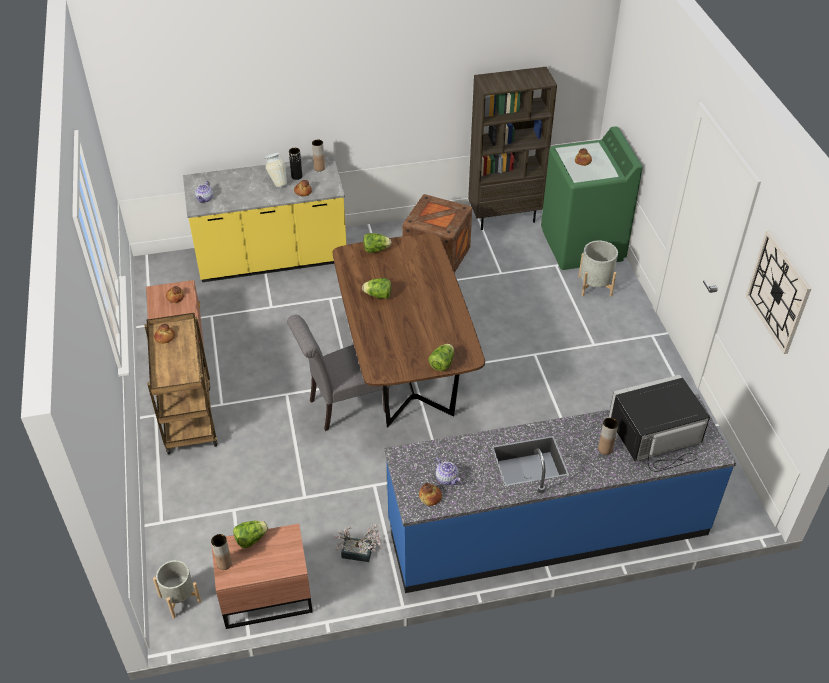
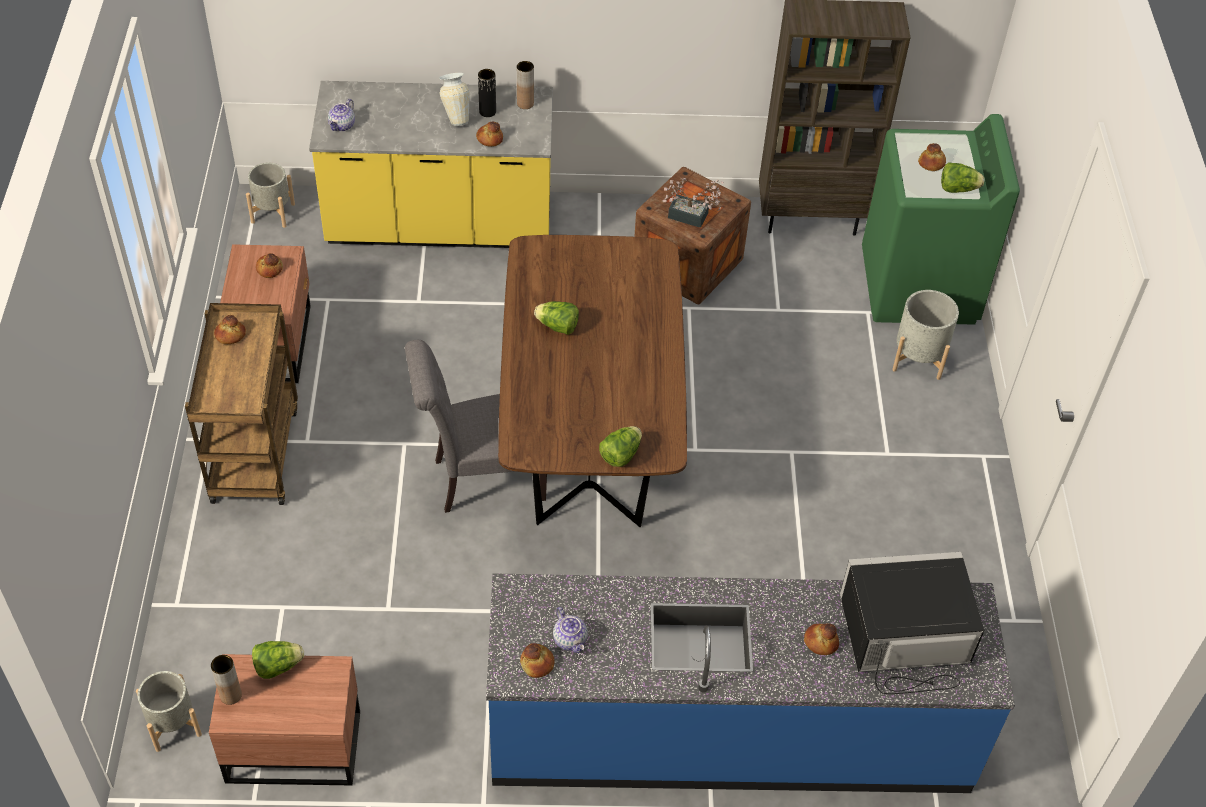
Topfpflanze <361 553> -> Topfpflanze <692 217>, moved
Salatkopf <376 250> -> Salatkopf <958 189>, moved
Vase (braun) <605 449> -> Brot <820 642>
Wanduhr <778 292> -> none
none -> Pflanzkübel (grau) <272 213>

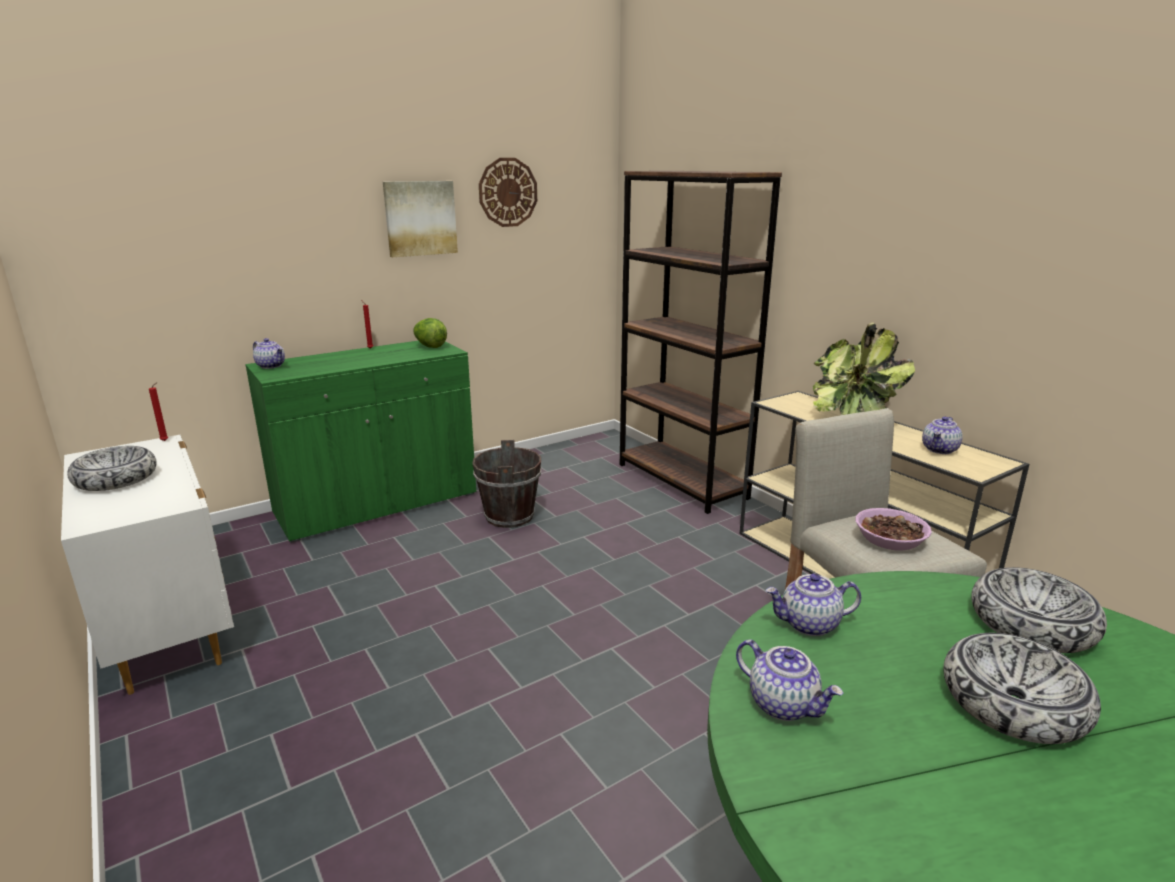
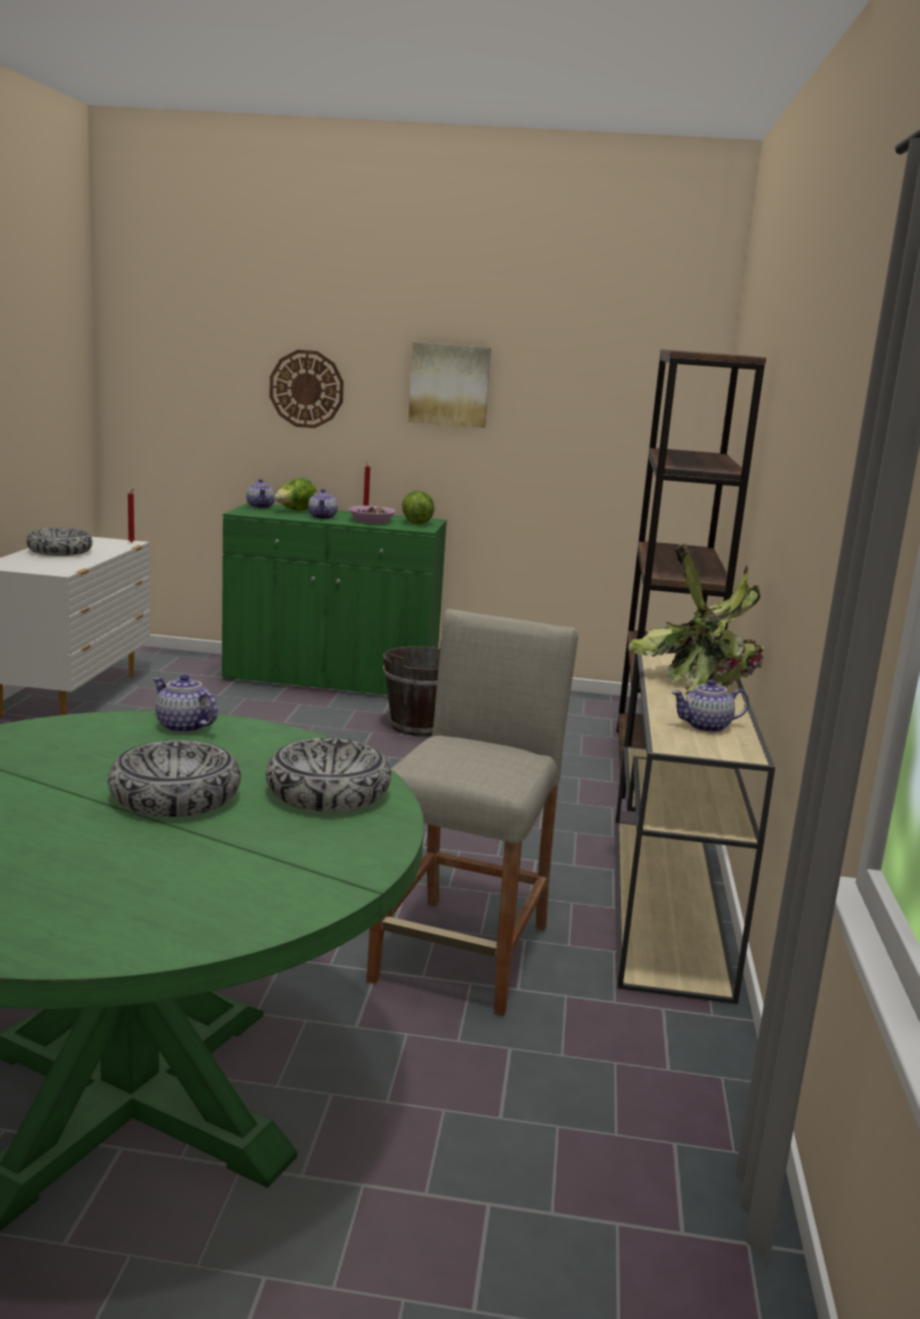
Wanduhr <508 192> -> Wanduhr <306 389>, moved
Teekanne <783 704> -> Teekanne <323 517>, moved
Schüssel <889 539> -> Schüssel <372 521>, moved
none -> Salatkopf <295 511>

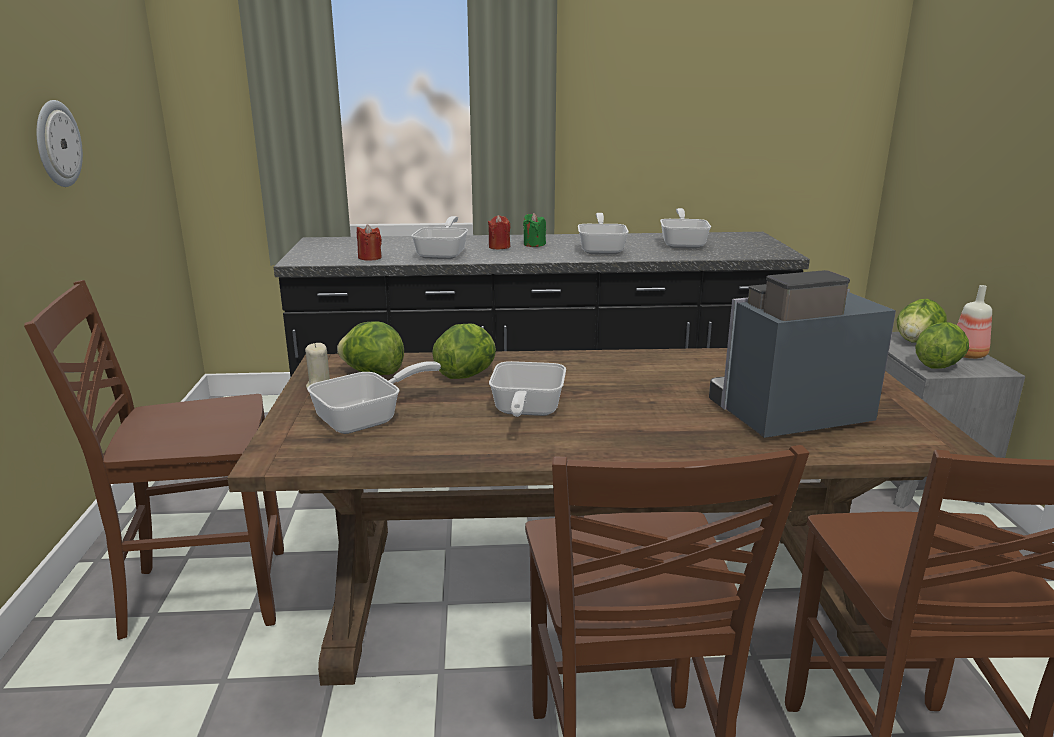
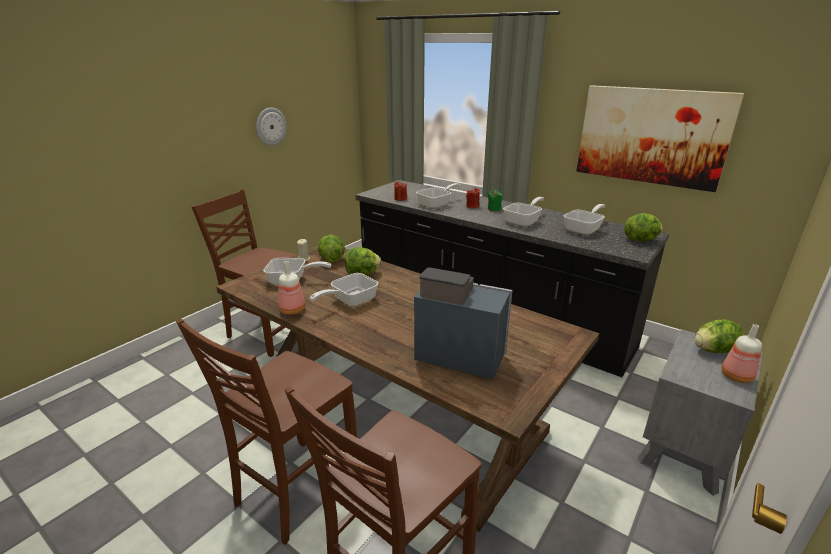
Salatkopf <938 366> -> Salatkopf <641 240>, moved
none -> Flasche <293 310>
none -> Bild <651 136>

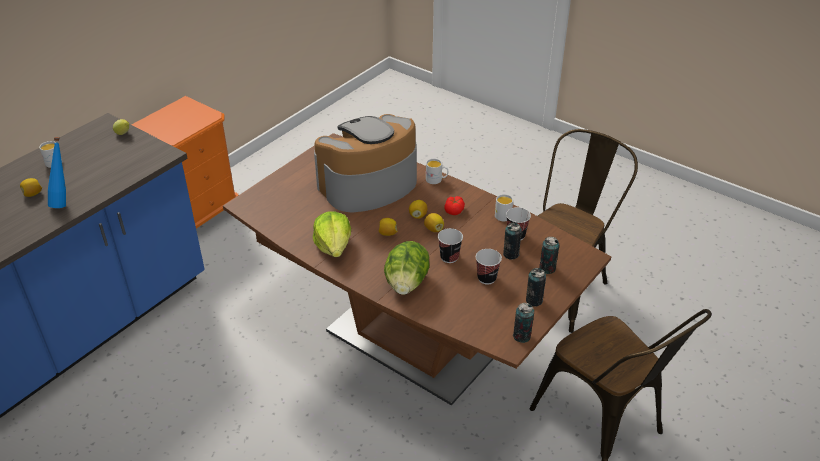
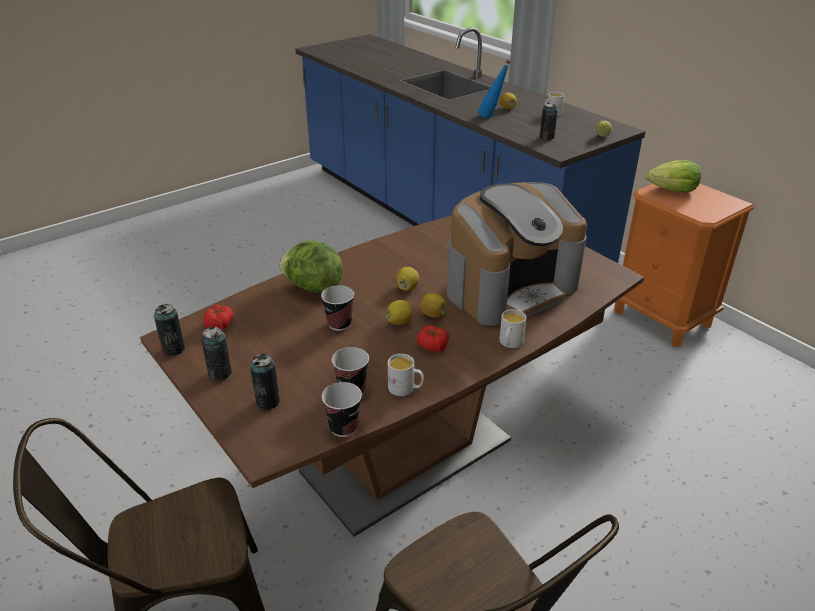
Salatkopf <333 246> -> Salatkopf <673 190>, moved
Kaffeemaschine <368 185> -> Kaffeemaschine <510 287>, 75 degrees clockwise
Tasse <486 278> -> Tasse <343 427>, moved
Dose <511 254> -> Dose <547 137>, moved
none -> Tomate <219 324>

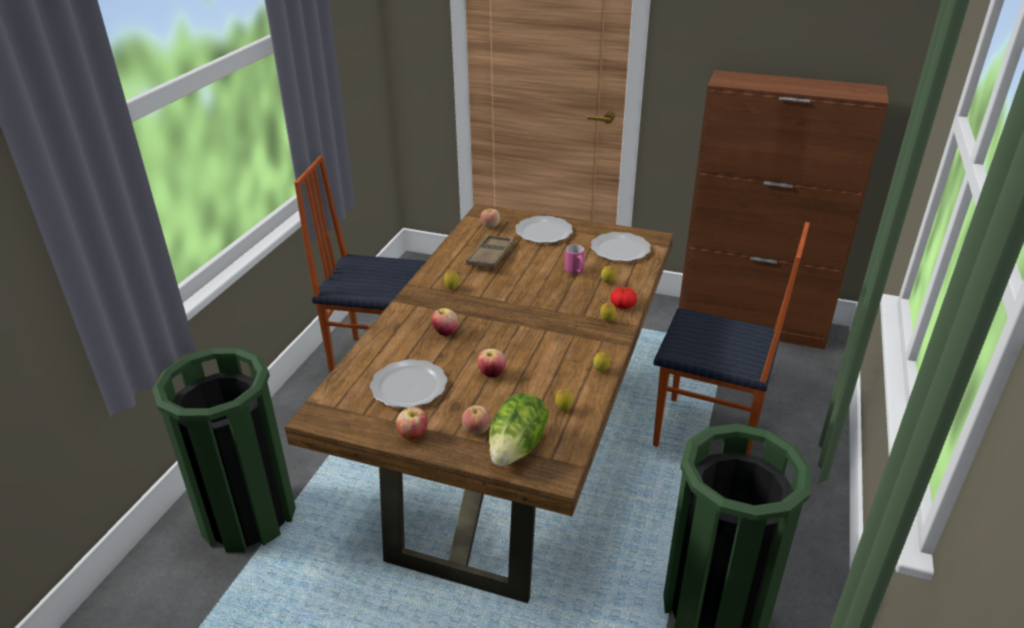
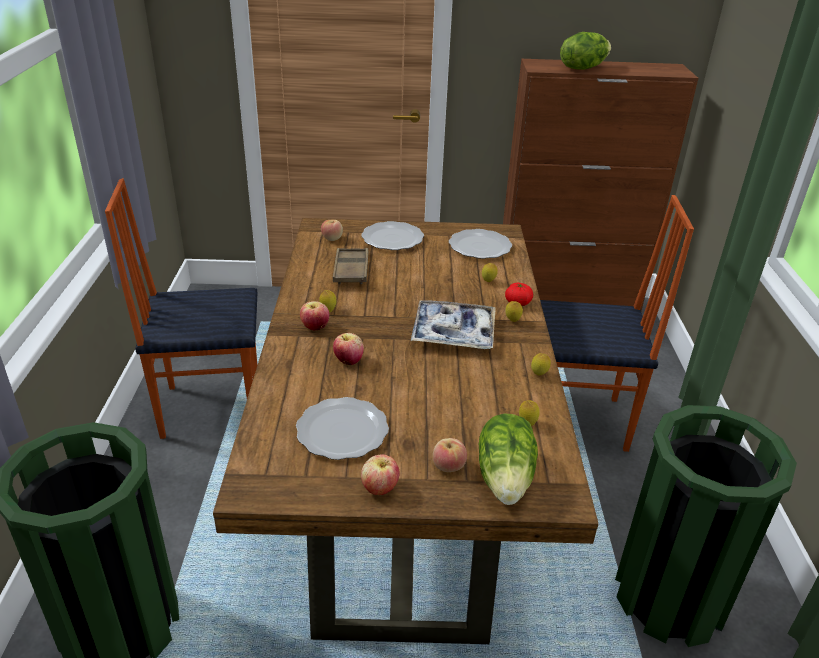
Apfel <491 374> -> Apfel <315 327>, moved
Henkelbecher (rosa) <575 272> -> none
none -> Tablett <453 333>
none -> Salatkopf <582 68>

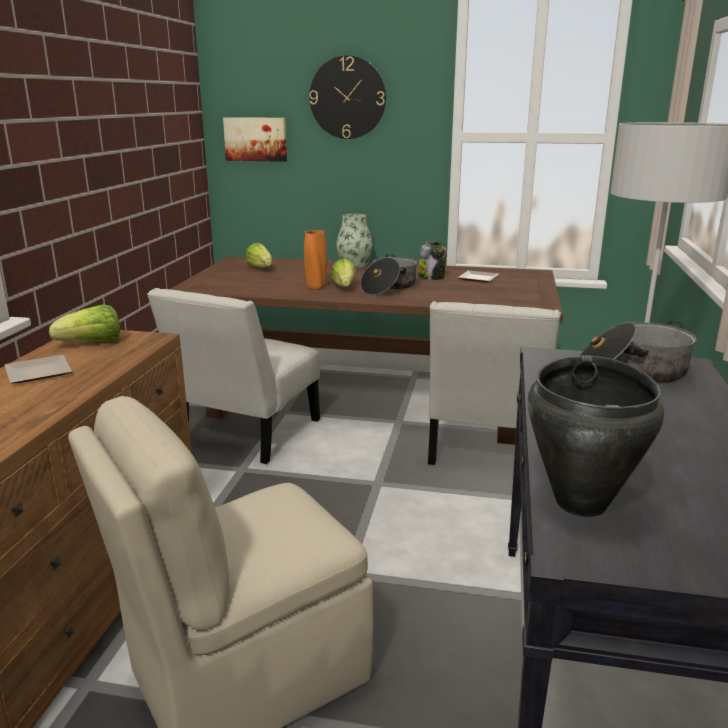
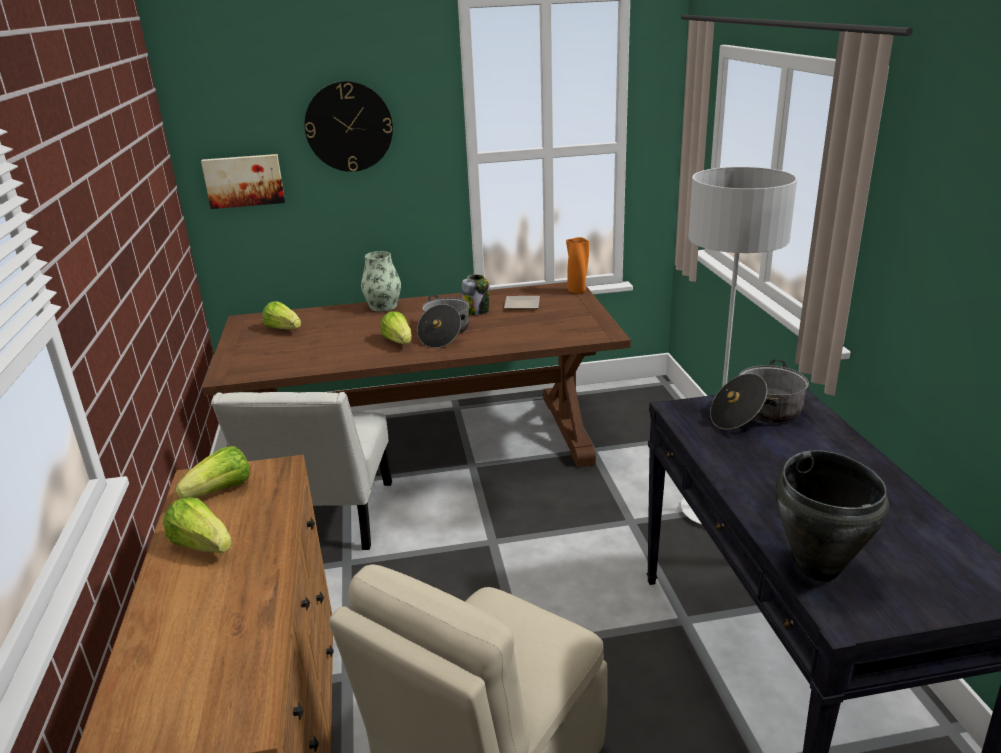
Teller <40 372> -> Salatkopf <202 545>
Vase (orange) <316 287> -> Vase (orange) <577 291>, moved
Stuhl (weiß) <486 449> -> none

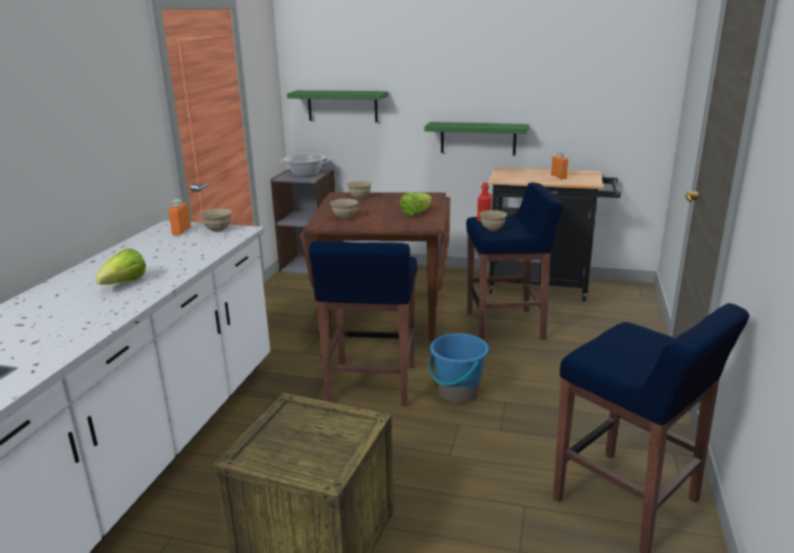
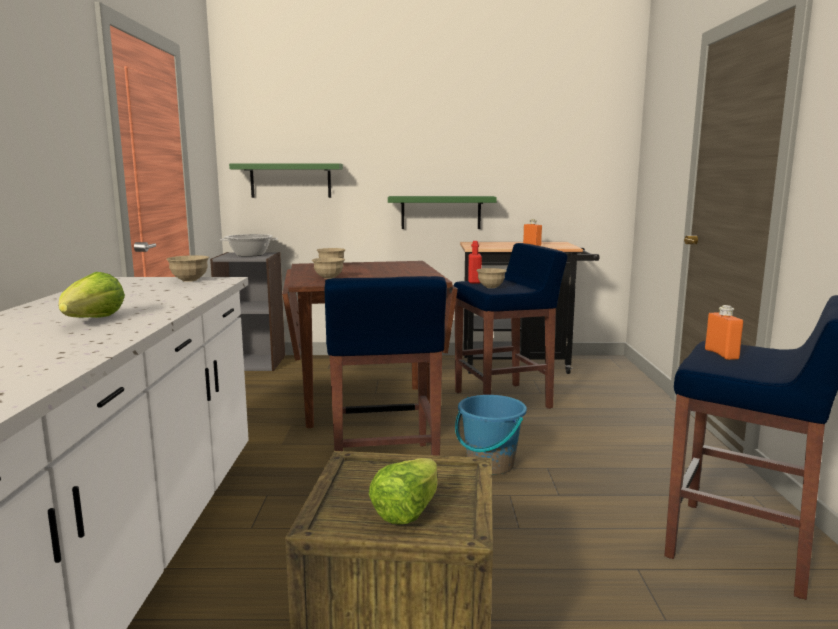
Flasche (orange) <181 231> -> Flasche (orange) <721 354>, moved
Salatkopf <416 213> -> Salatkopf <407 511>, moved

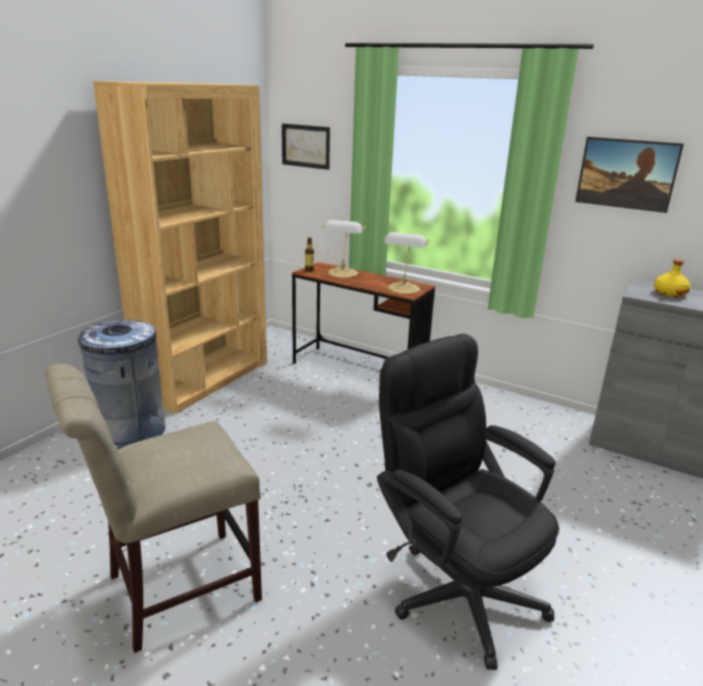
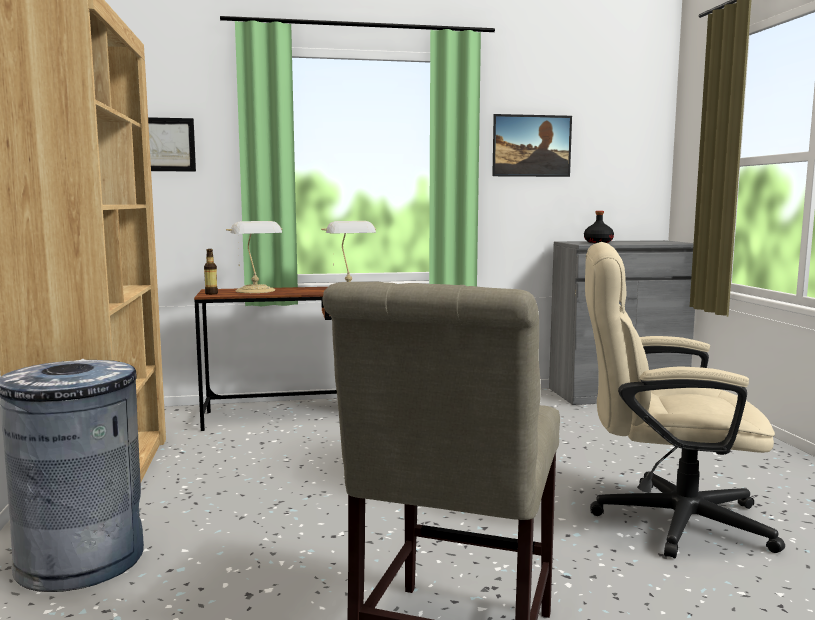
Bürostuhl (schwarz) <455 586> -> Bürostuhl (beige) <663 519>
Flasche (gelb) <669 293> -> Flasche (schwarz) <598 242>

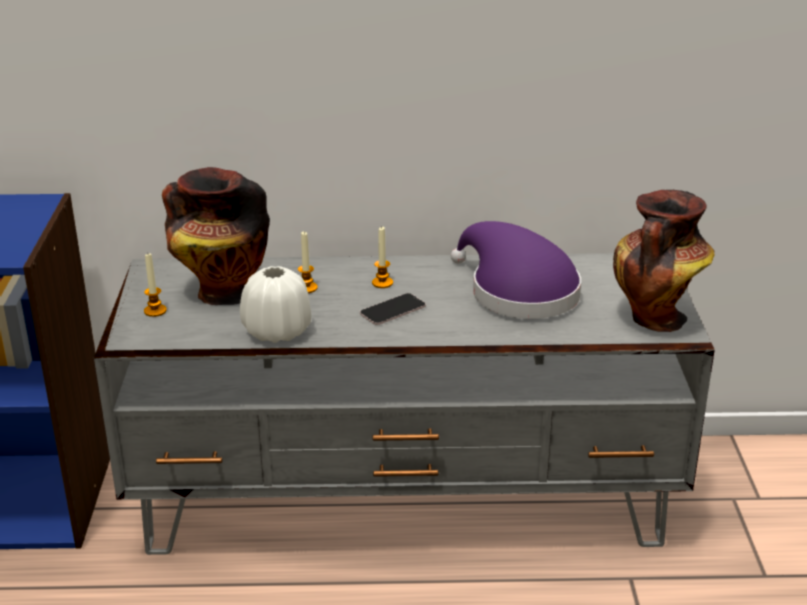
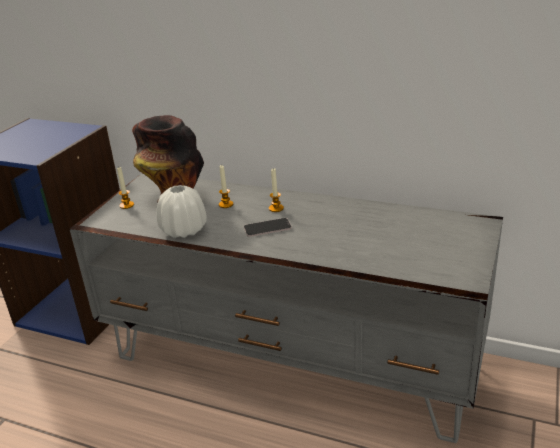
Hut (lila) <517 292> -> none
Vase <656 319> -> none

